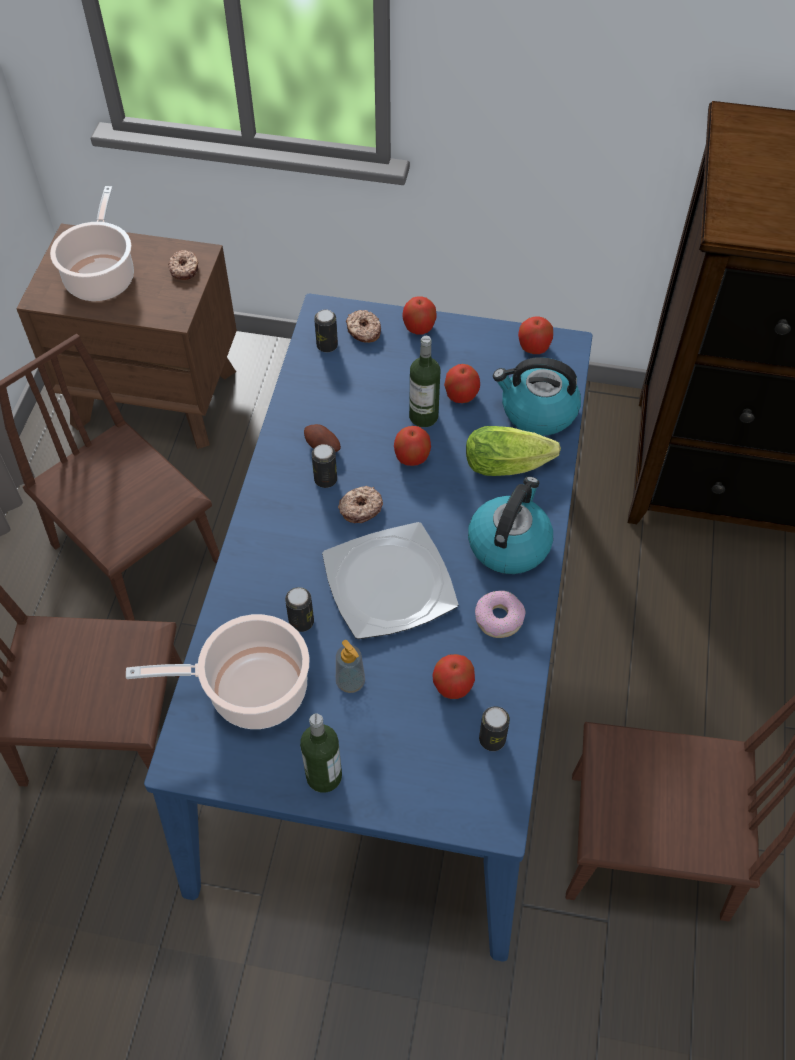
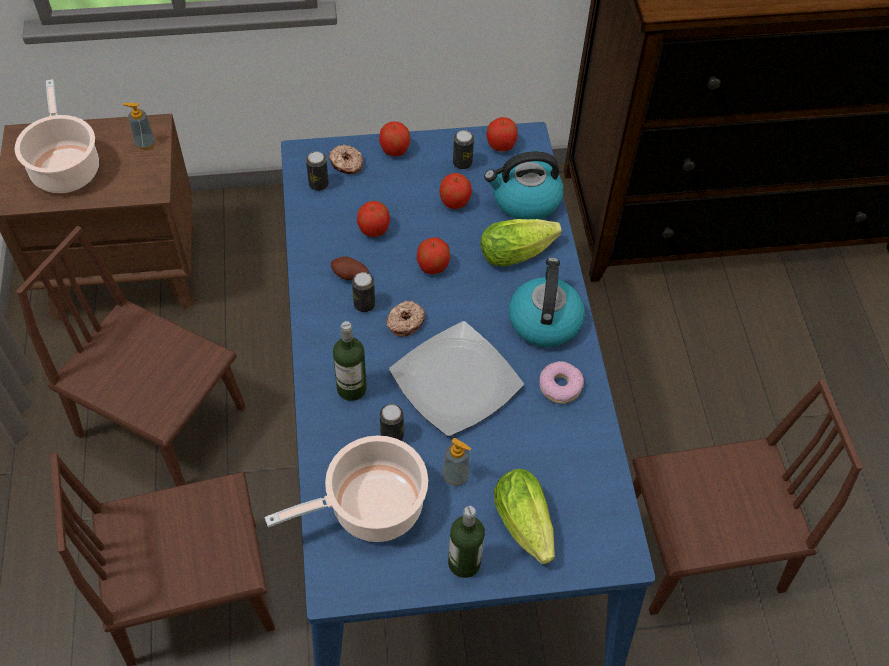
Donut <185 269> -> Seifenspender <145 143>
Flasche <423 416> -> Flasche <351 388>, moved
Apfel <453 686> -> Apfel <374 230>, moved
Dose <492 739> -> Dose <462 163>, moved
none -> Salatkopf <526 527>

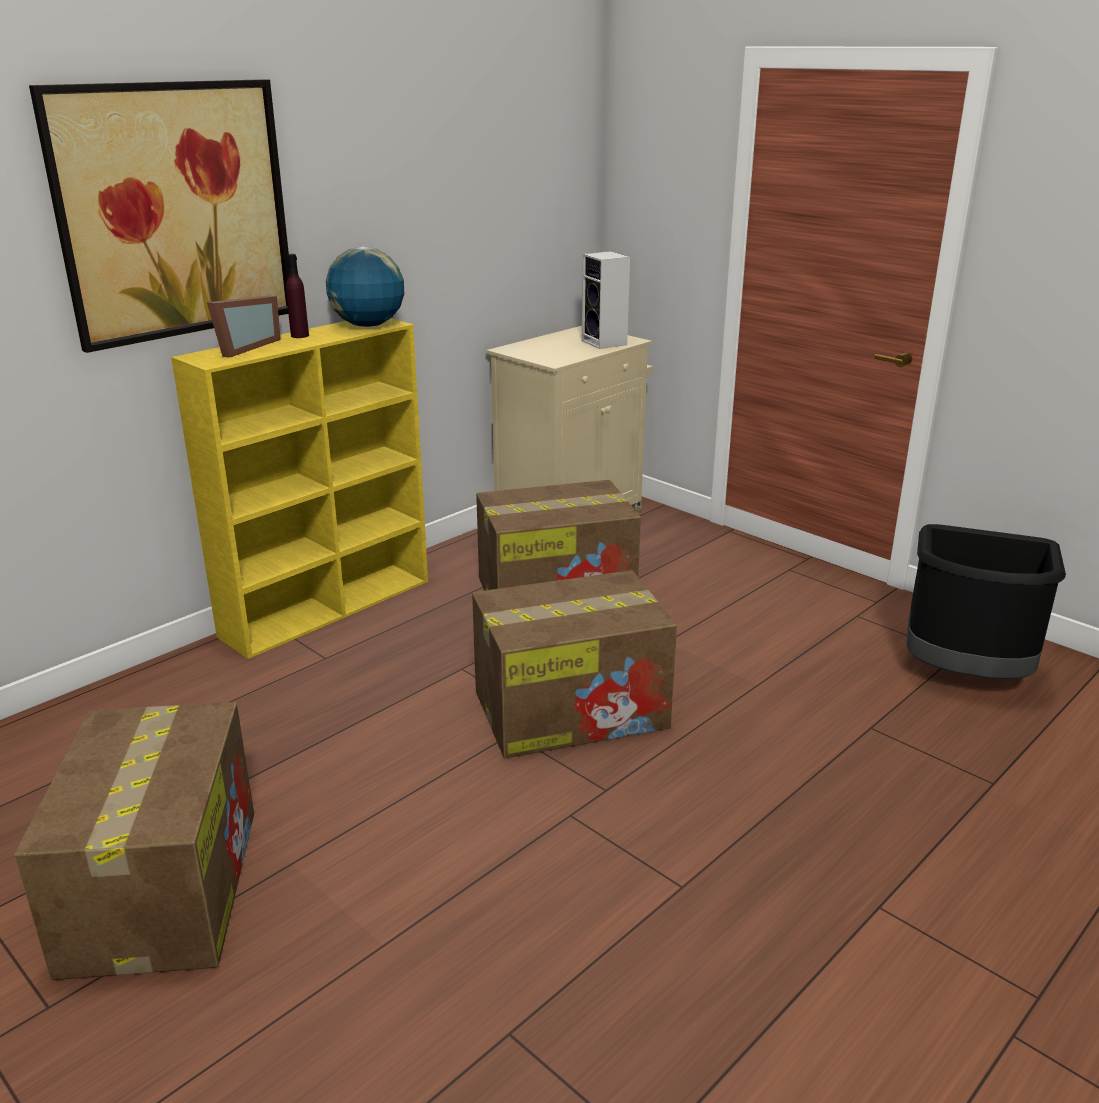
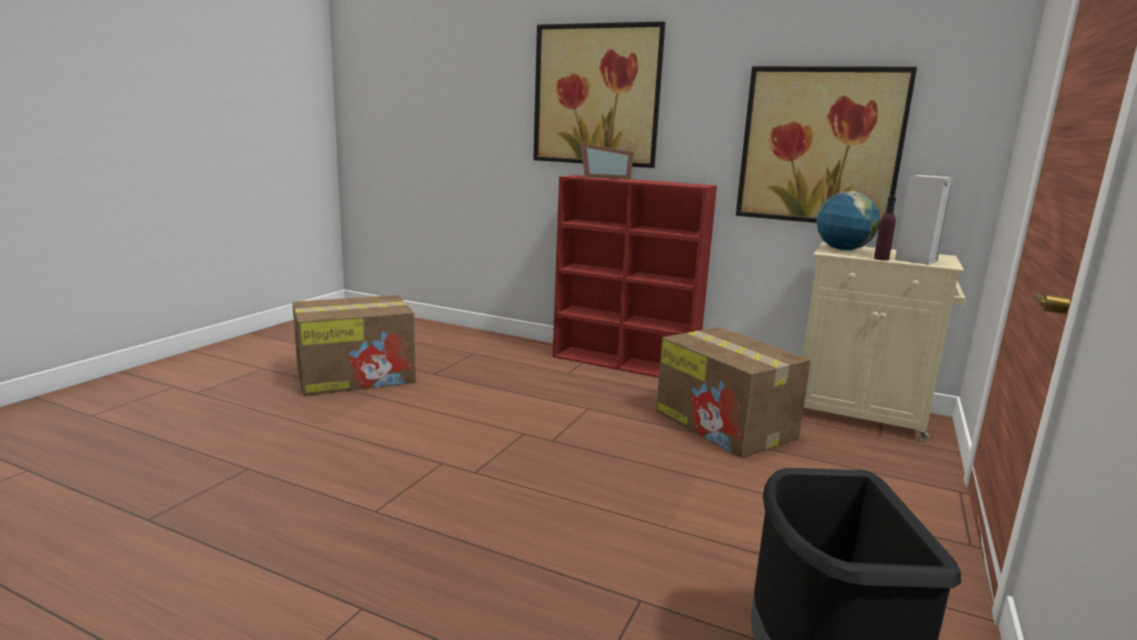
Bücherregal (gelb) <329 607> -> Bücherregal (rot) <625 364>
Flasche (lila) <300 335> -> Flasche (lila) <881 259>, moved
Globus <368 325> -> Globus <842 250>, moved
Karton <573 709> -> none
none -> Bild <820 146>

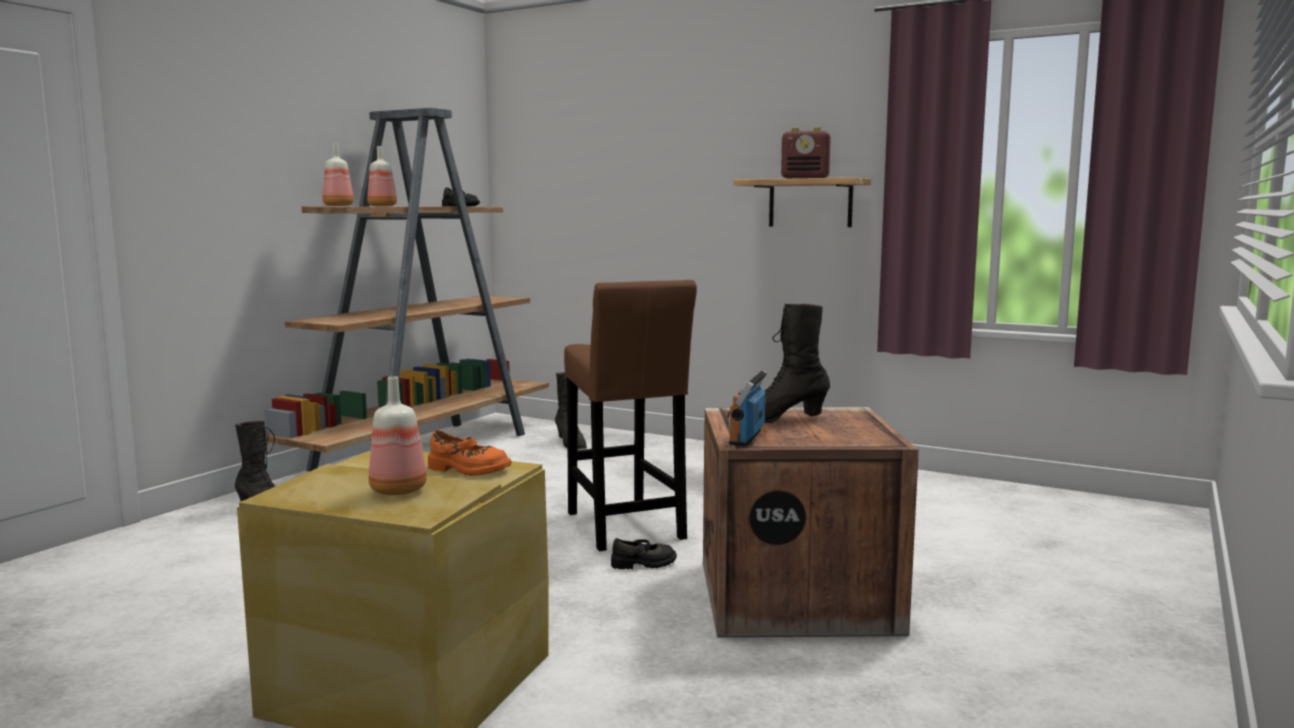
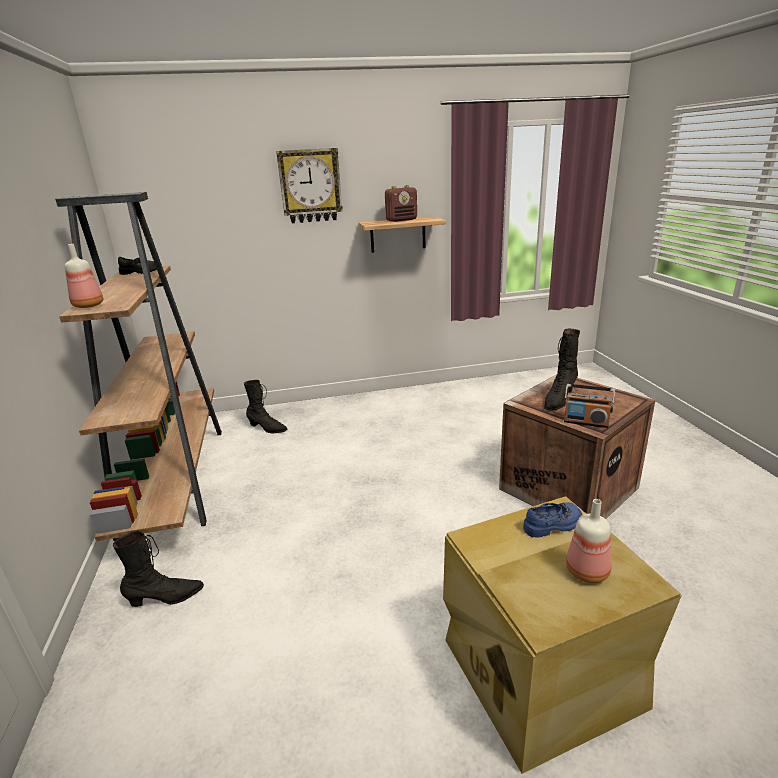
Flasche <382 206> -> none
Schuh (orange) <468 470> -> Schuh (blau) <553 525>
Hocker (braun) <625 528> -> none
Schuh (schwarz) <644 564> -> none
Radio <746 437> -> Radio <586 422>, 45 degrees counterclockwise
none -> Wanduhr <310 186>

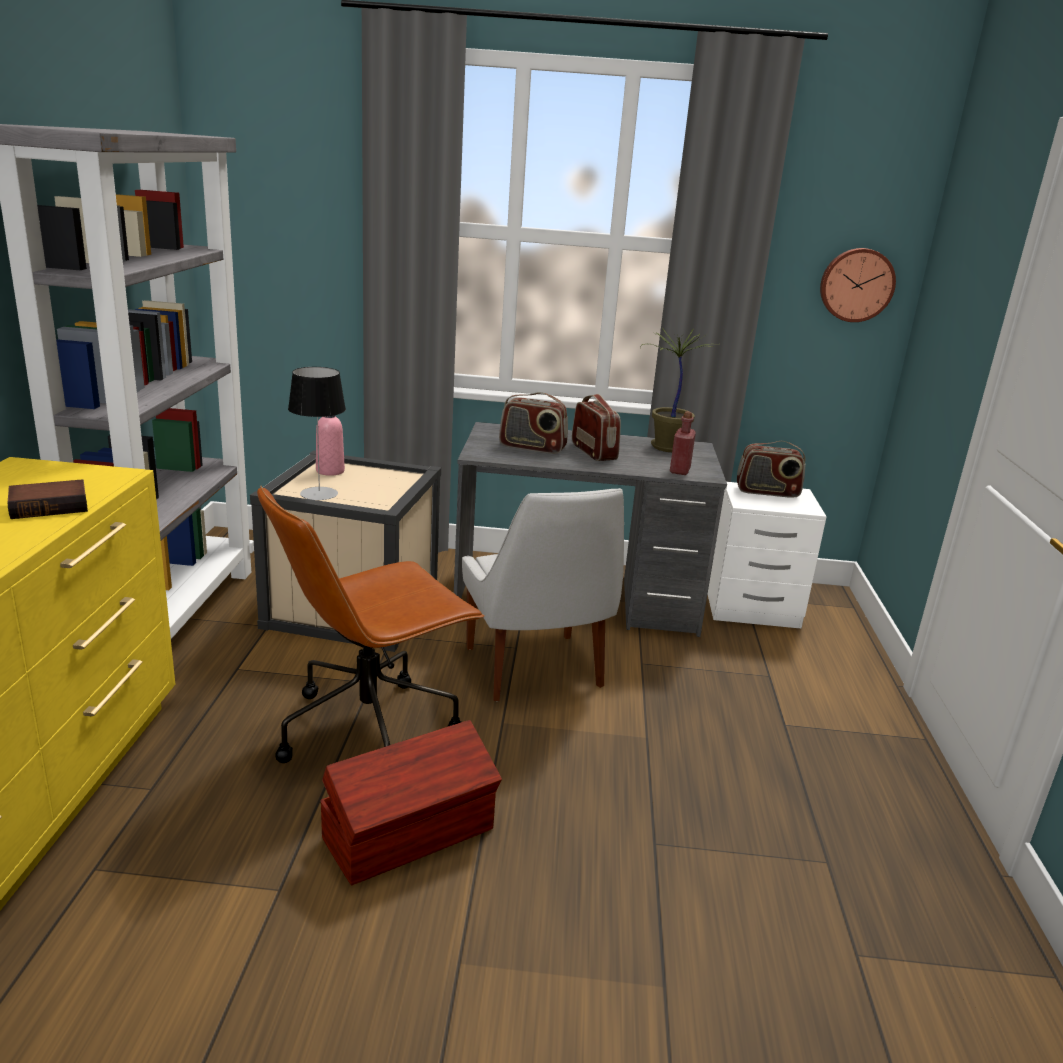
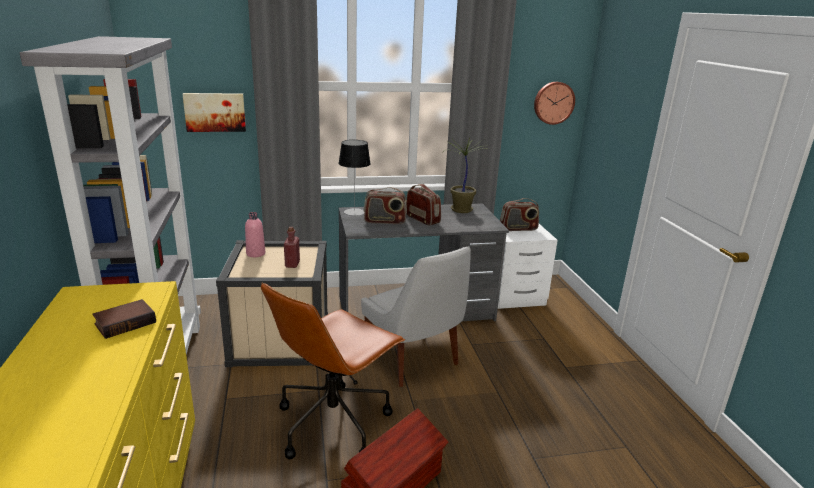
Tischlampe <319 493> -> Tischlampe <354 212>, moved
Flasche (rot) <680 470> -> Flasche (rot) <292 264>, moved
none -> Bild <215 112>

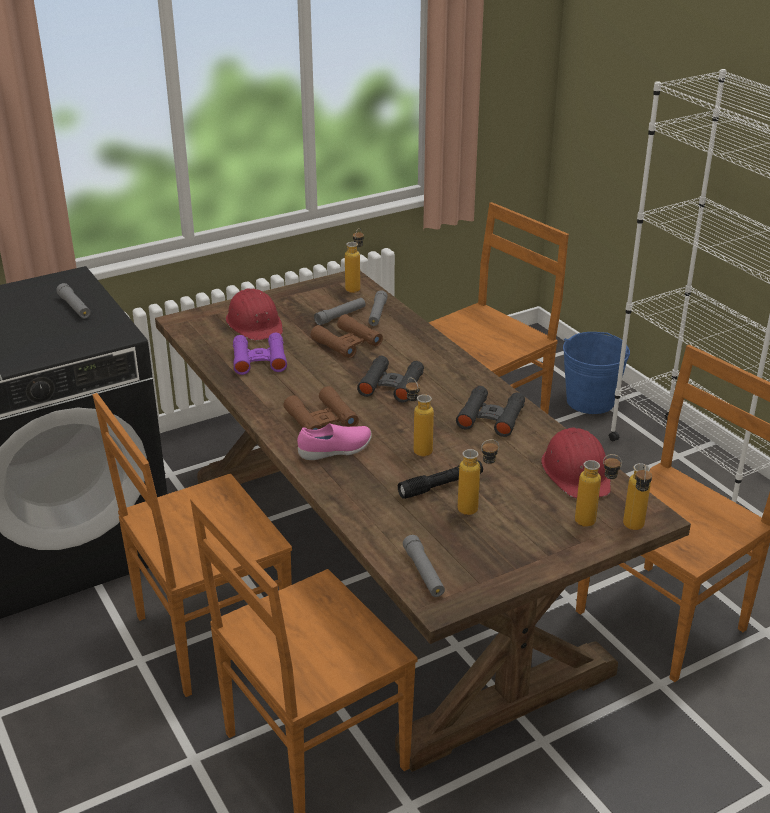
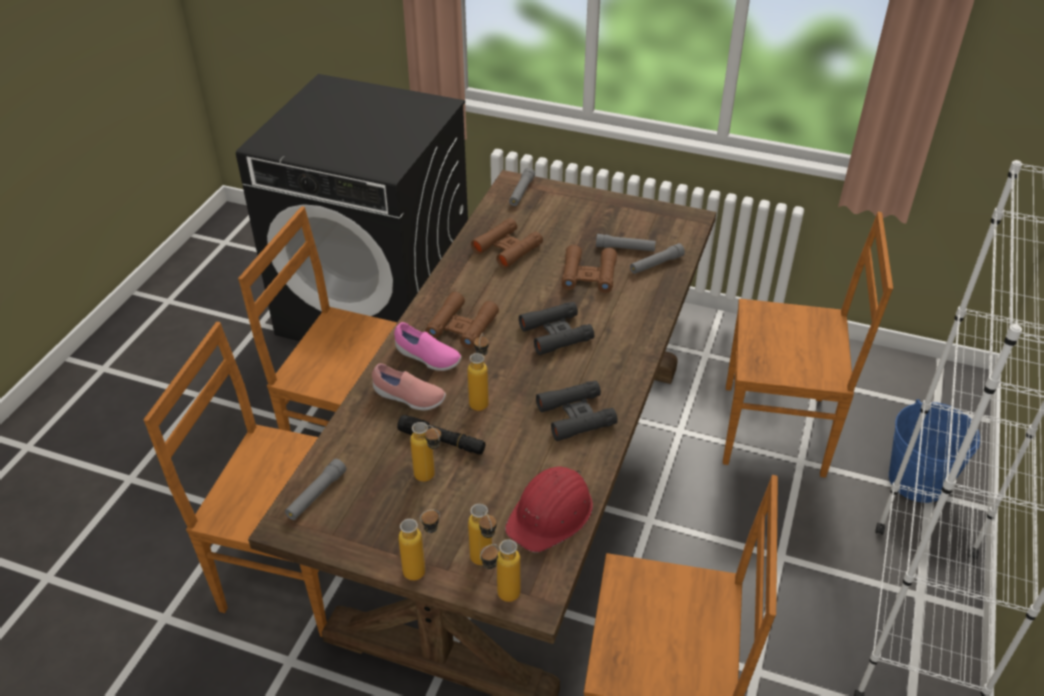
Taschenlampe (grau) <74 307> -> Taschenlampe (grau) <521 192>, moved
Schutzhelm (rot) <255 324> -> none
Fernglas (lila) <259 359> -> Fernglas (braun) <507 248>
Flasche <355 287> -> Flasche <423 570>, moved
none -> Schuh (rosa) <409 398>

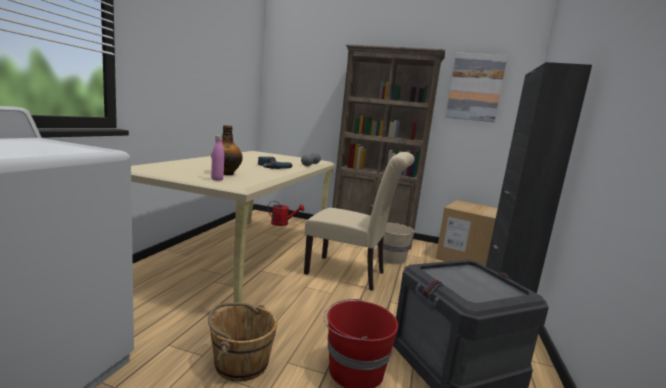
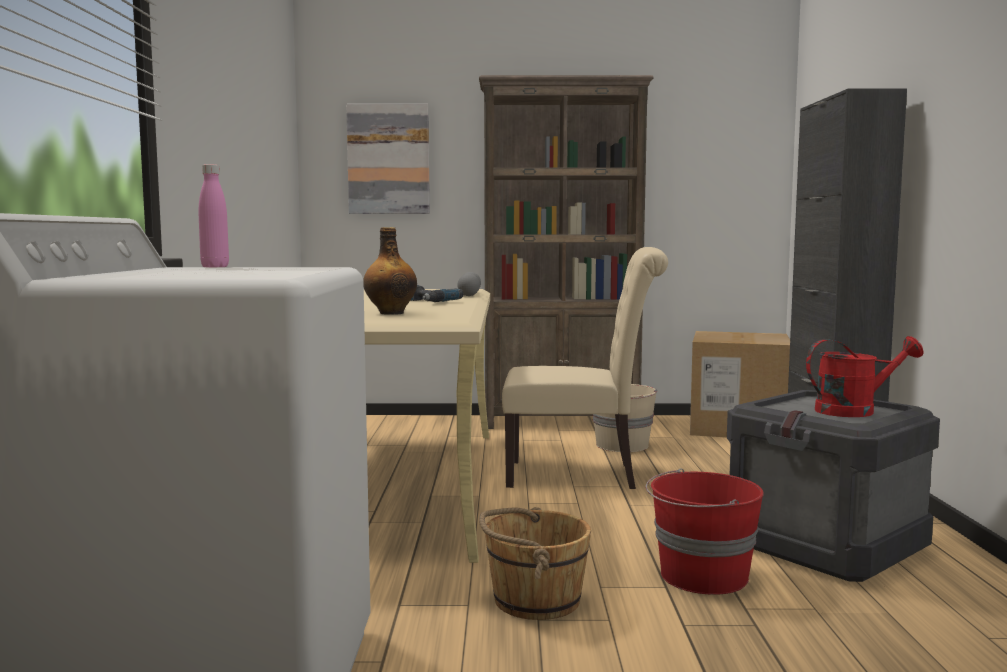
Flasche (rosa) <217 179> -> Flasche (rosa) <215 267>, moved
Gießkanne (rot) <283 224> -> Gießkanne (rot) <854 411>, moved
Bild <475 87> -> Bild <388 159>, moved

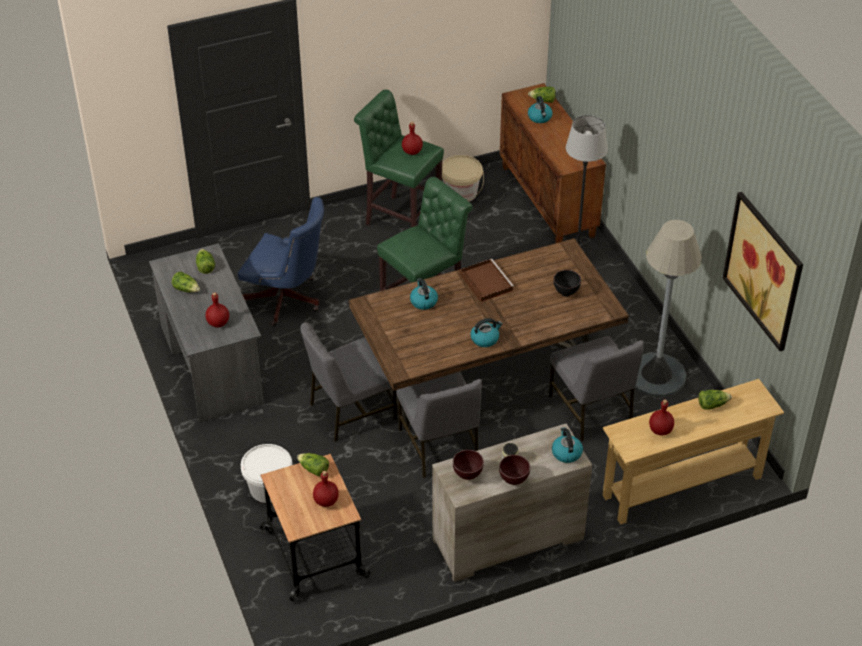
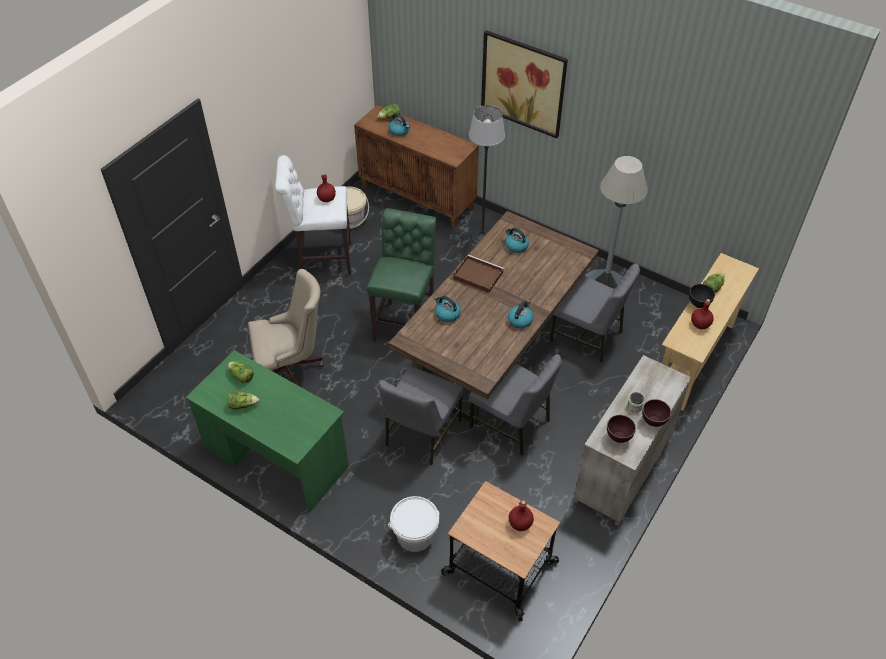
Schreibtisch (grau) <211 365> -> Schreibtisch (grün) <276 457>
Flasche (rot) <218 323> -> none
Bürostuhl (blau) <287 301> -> Bürostuhl (beige) <291 370>
Salatkopf <314 469> -> none
Hocker (grün) <400 218> -> Hocker (weiß) <321 260>
Wasserkessel <566 453> -> Wasserkessel <516 246>, moved
Schüssel (schwarz) <565 293> -> Schüssel (schwarz) <698 305>, moved
Bild <763 270> -> Bild <523 84>, moved

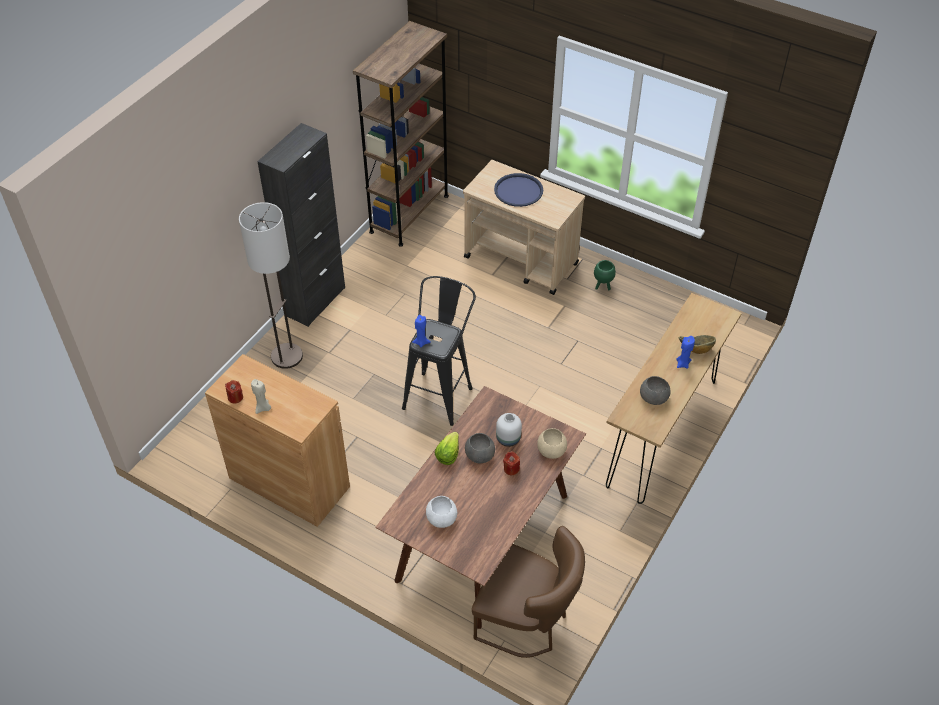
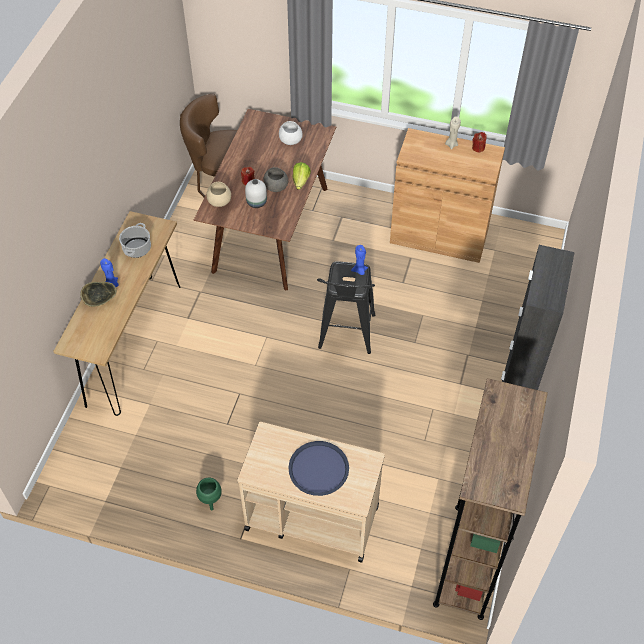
Stehlampe <286 356> -> none
Schüssel (grau) <654 397> -> Kochtopf <137 248>

